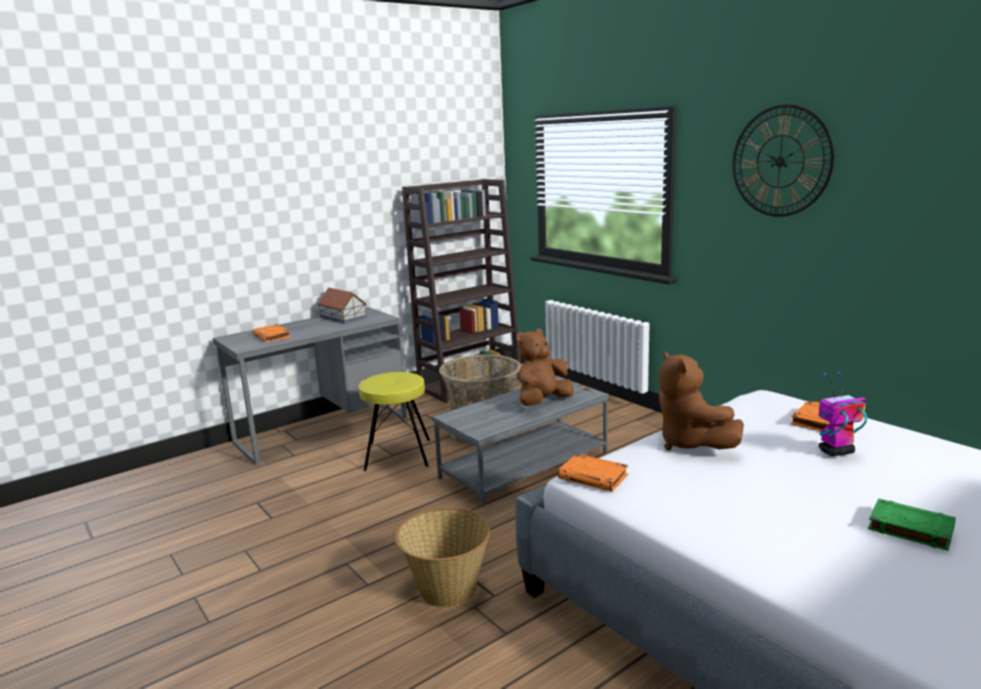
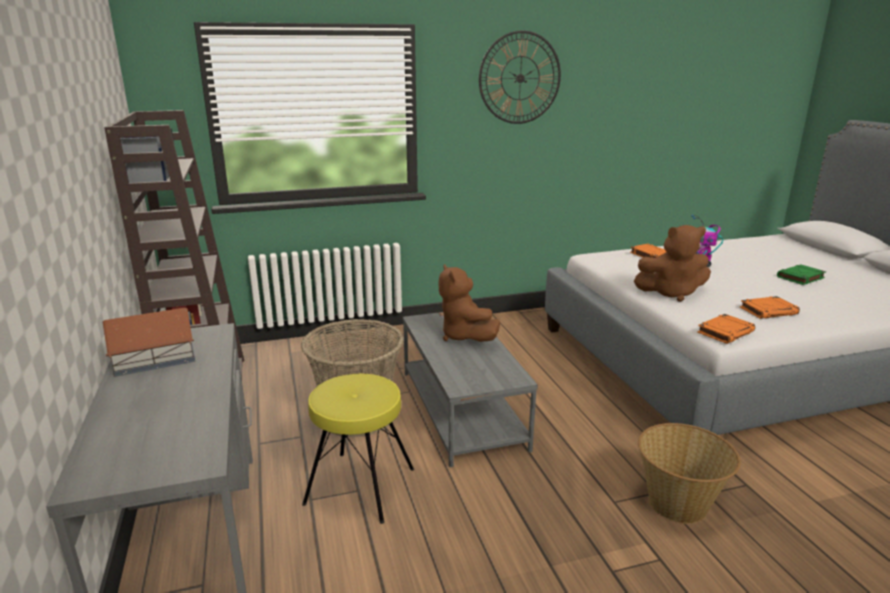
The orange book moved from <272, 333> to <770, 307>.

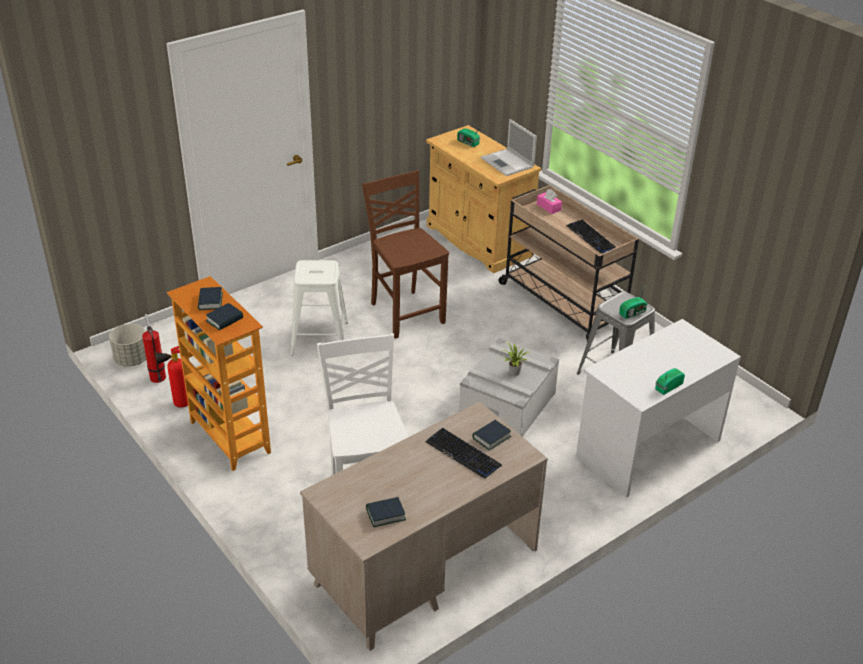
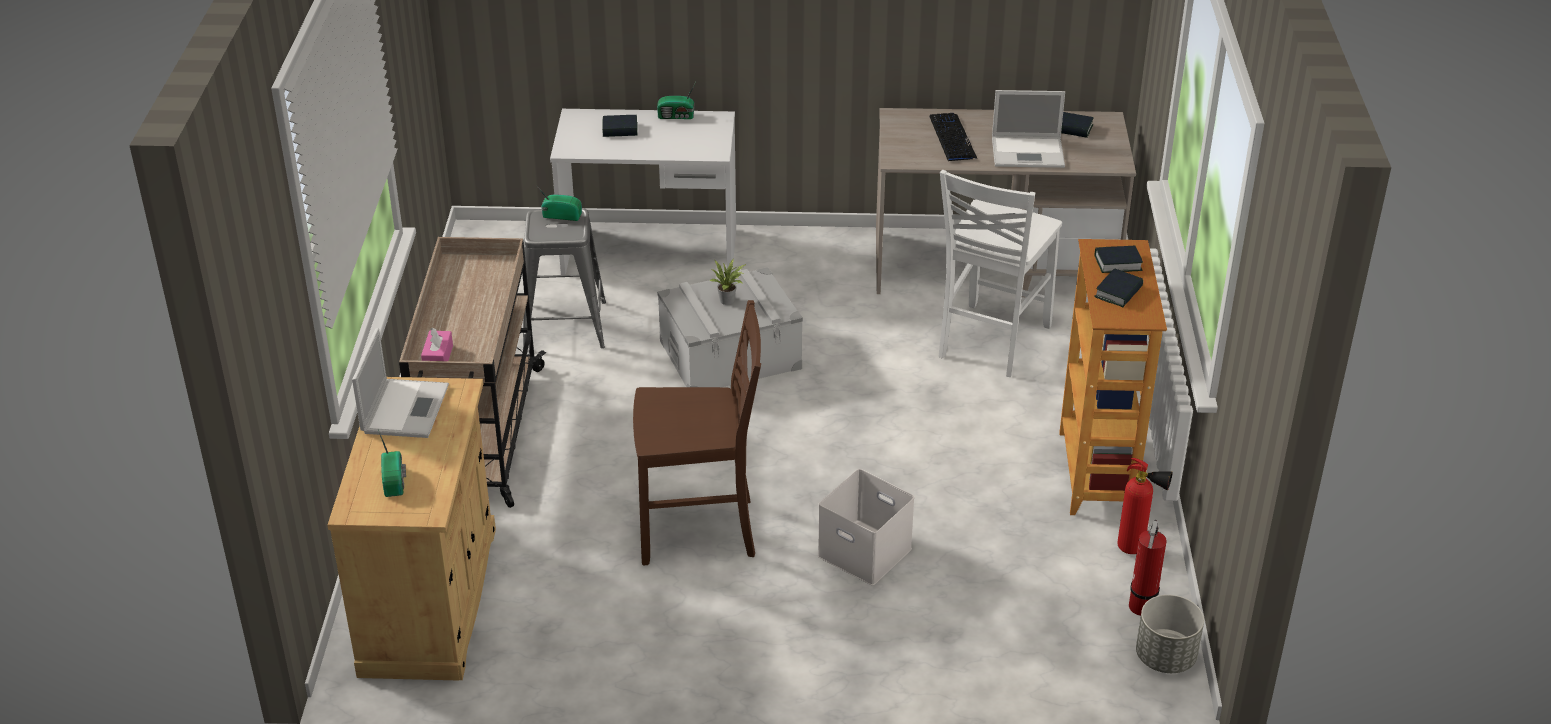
The keyboard at <591, 237> disappeared.
The laptop at <1028, 129> appeared.
The book moved from <492, 435> to <619, 126>.
The white stool at <319, 307> was replaced by the white storage box at <866, 527>.
The brown chair at <405, 254> turned 105 degrees counterclockwise.

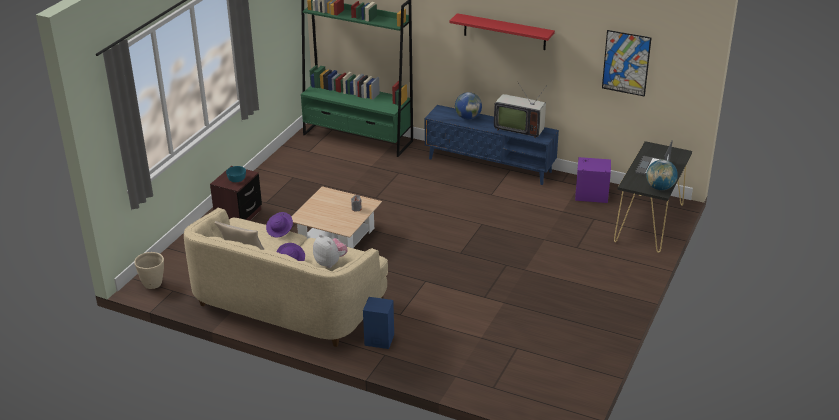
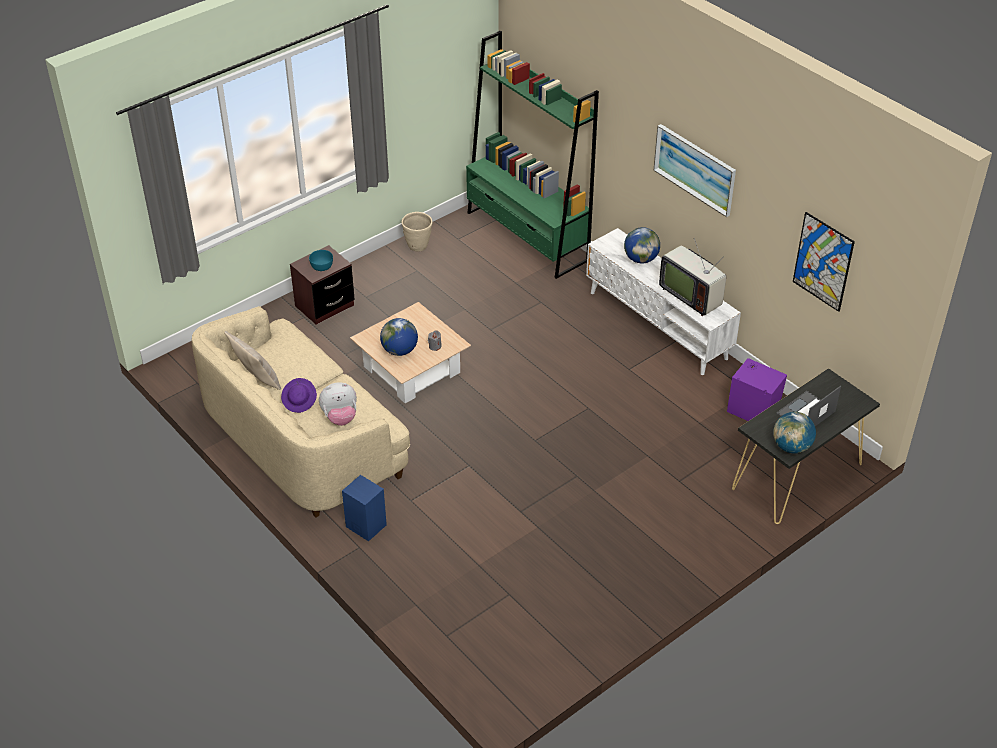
The purple hat at <279, 225> disappeared.
The globe at <399, 337> appeared.
The beige planter moved from <149, 270> to <417, 231>.
The red shelf at <502, 31> was replaced by the picture at <695, 170>.
The blue tv stand at <492, 145> became the white tv stand at <663, 301>.
The plush toy at <330, 251> turned 90 degrees clockwise.

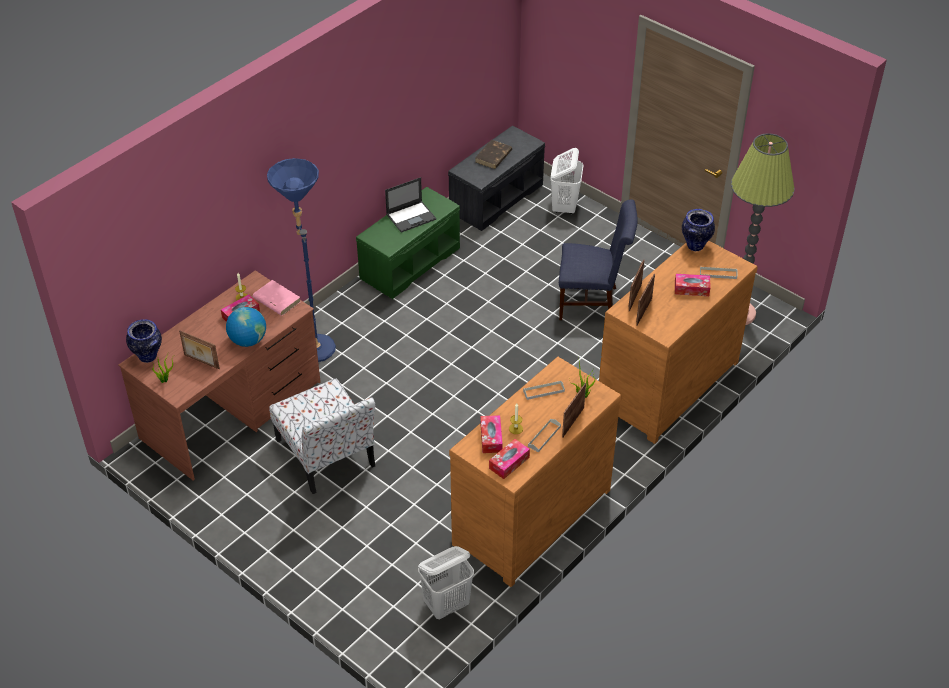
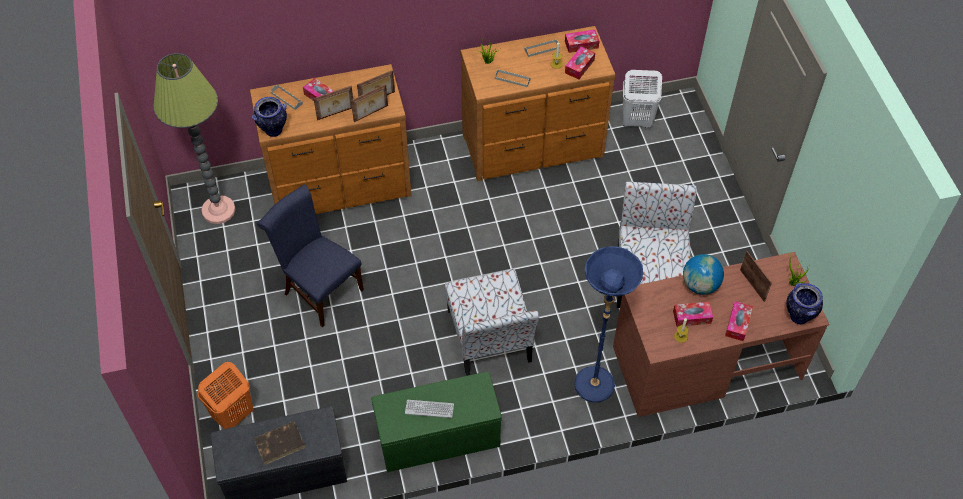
The pink book at <276, 298> disappeared.
The chair at <492, 322> appeared.
The tissue box at <739, 321> appeared.
The picture frame moved from <574, 410> to <333, 103>.
The laptop at <410, 205> was replaced by the keyboard at <429, 409>.
The white laundry basket at <567, 181> became the orange laundry basket at <225, 395>.

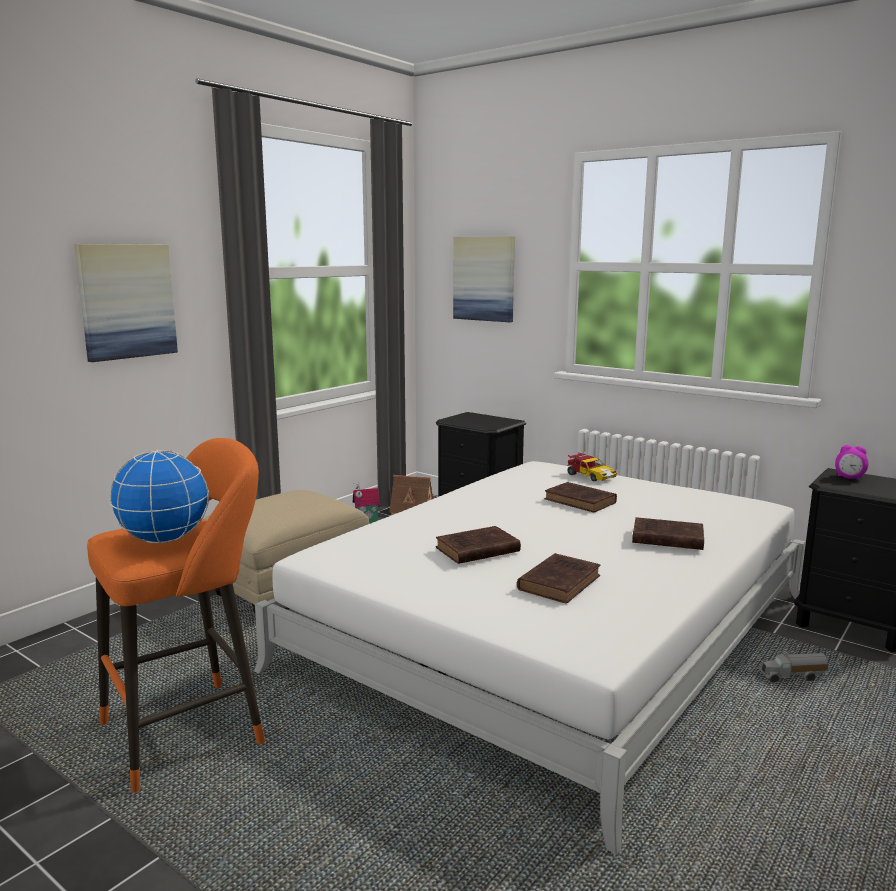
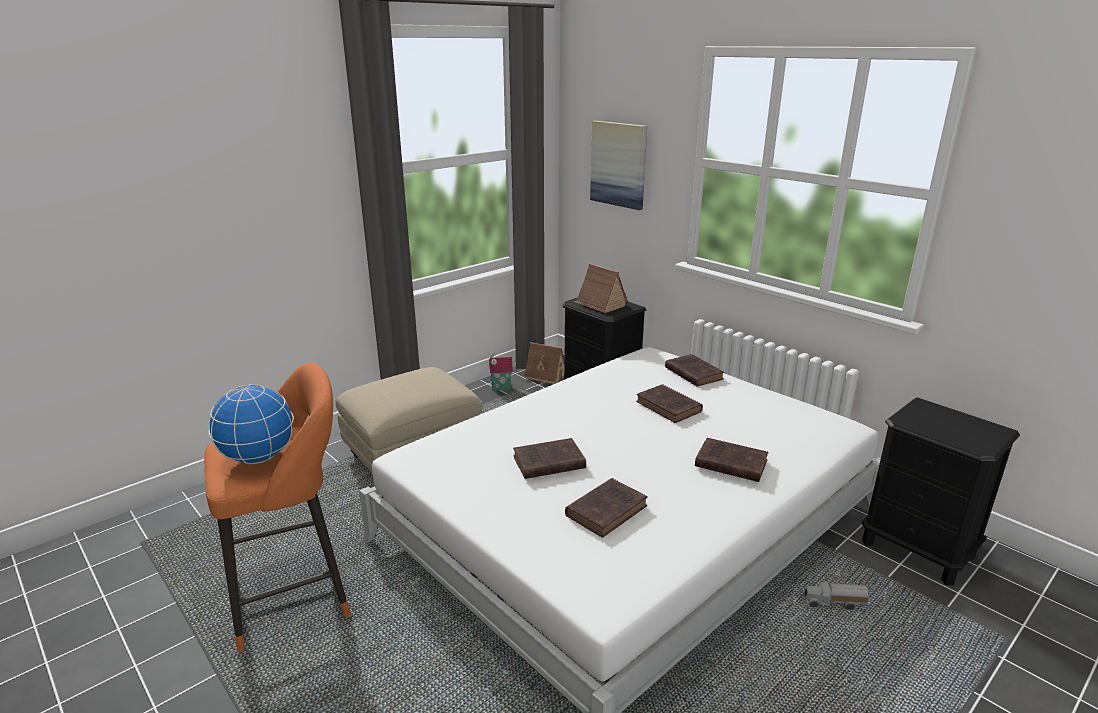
The picture at <126, 303> disappeared.
The alarm clock at <851, 462> disappeared.
The toy house at <601, 288> appeared.
The toy car at <592, 466> was replaced by the brown book at <694, 370>.

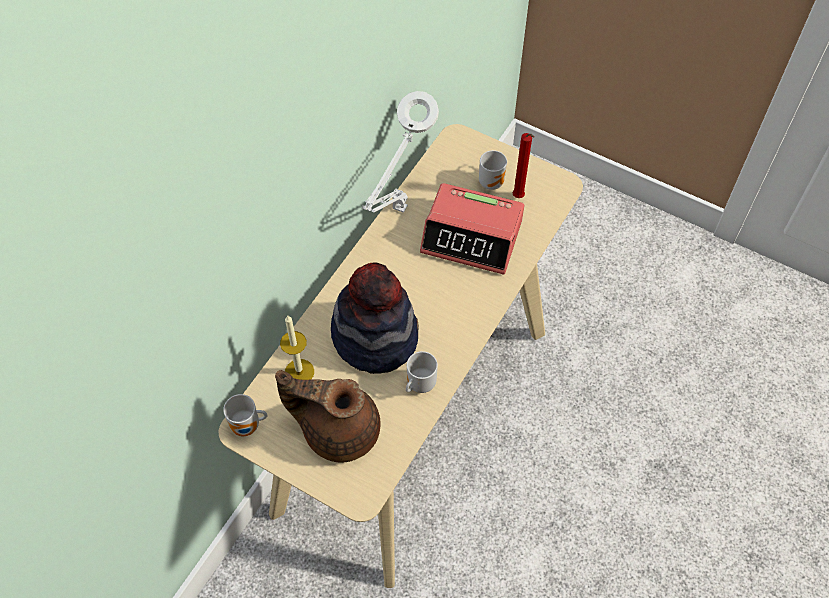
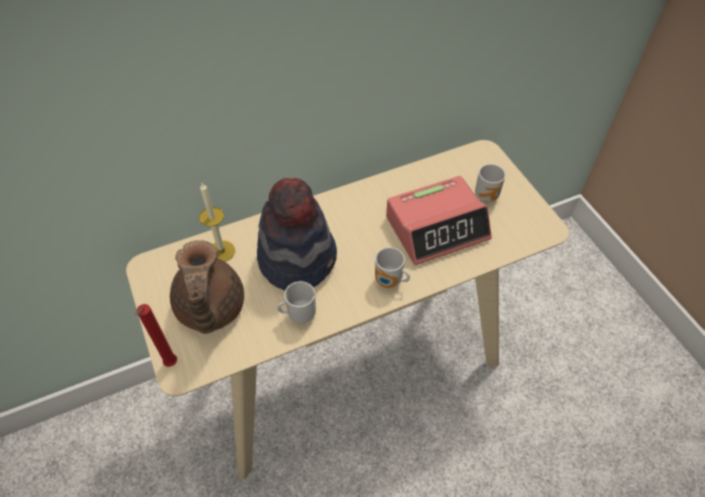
The white table lamp at <400, 152> disappeared.
The mug moved from <245, 415> to <392, 267>.
The red candle moved from <524, 165> to <156, 335>.
The brown teapot at <328, 416> turned 150 degrees counterclockwise.
The alarm clock at <472, 229> turned 75 degrees counterclockwise.

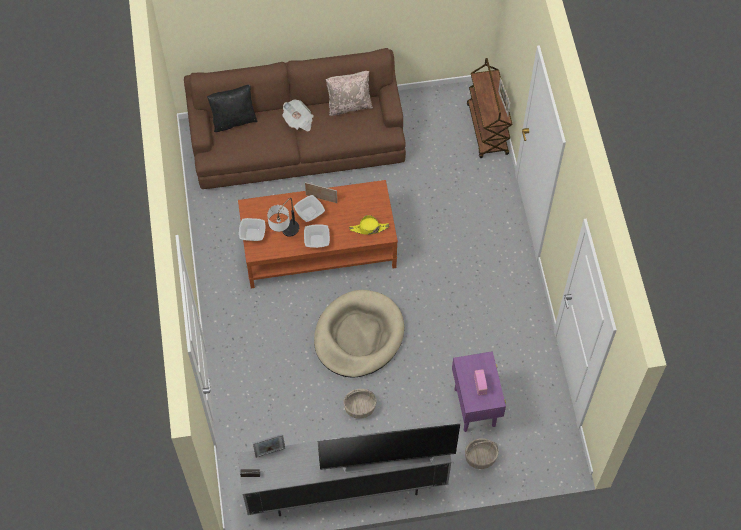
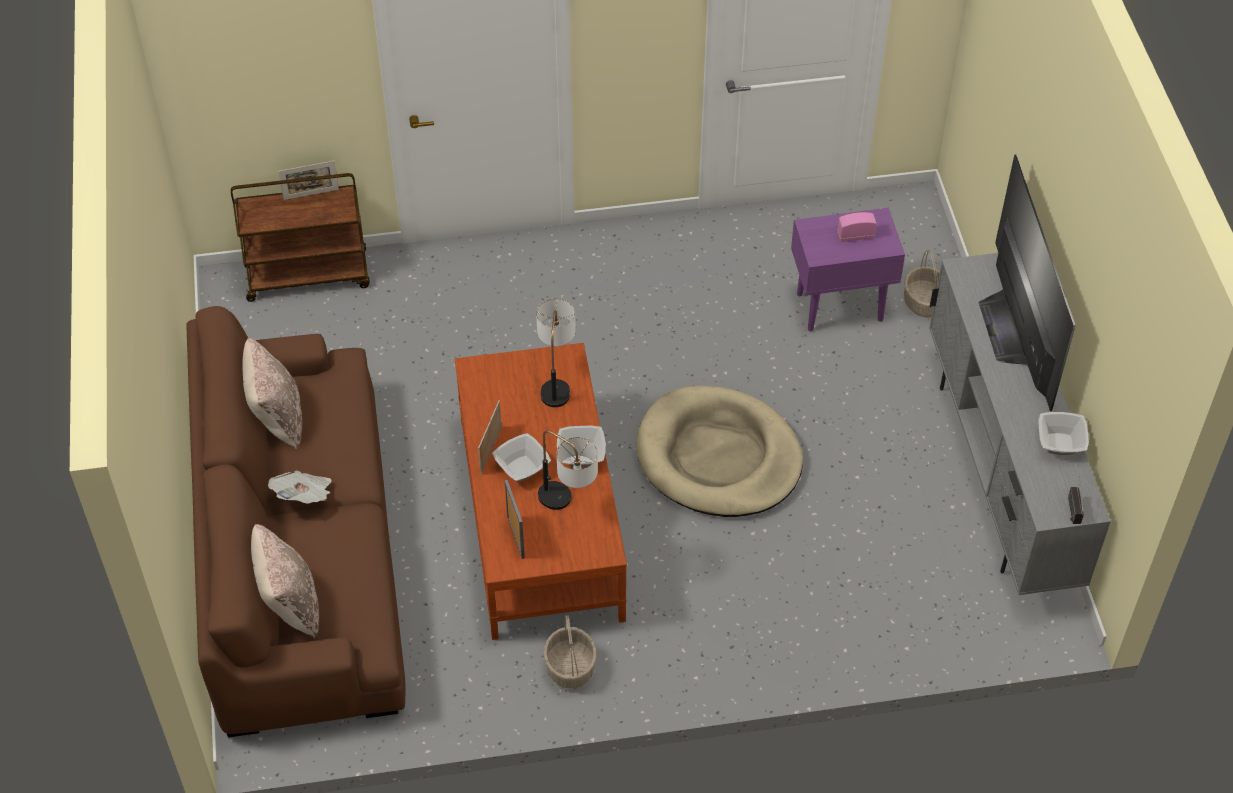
The bowl moved from <252, 229> to <1063, 433>.
The picture frame moved from <269, 446> to <515, 519>.
The basket moved from <360, 404> to <570, 652>.
The yellow hat at <369, 225> was replaced by the table lamp at <556, 352>.
The black pillow at <232, 108> became the beige pillow at <285, 581>.

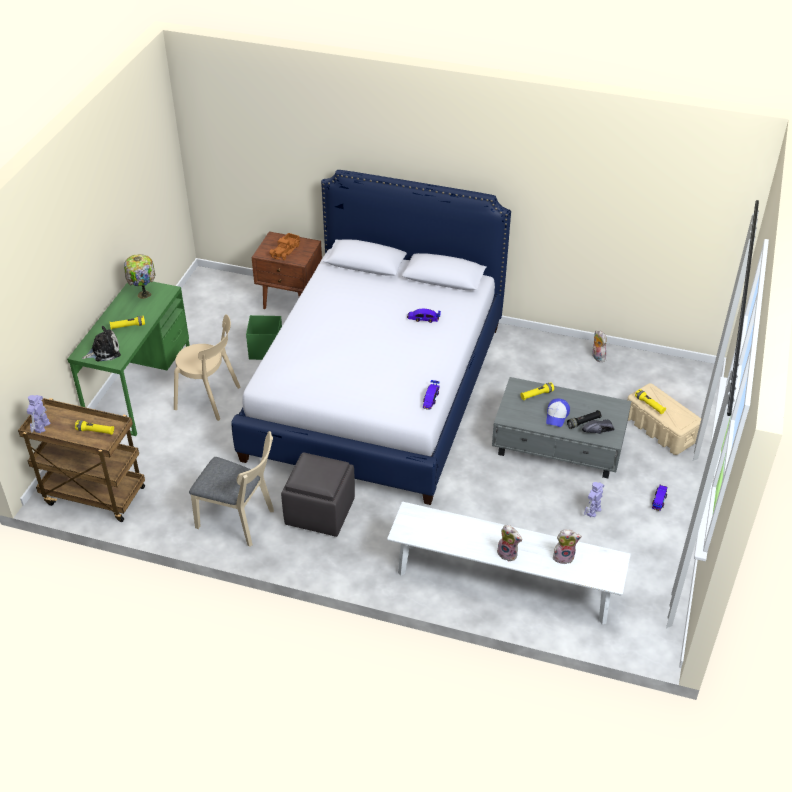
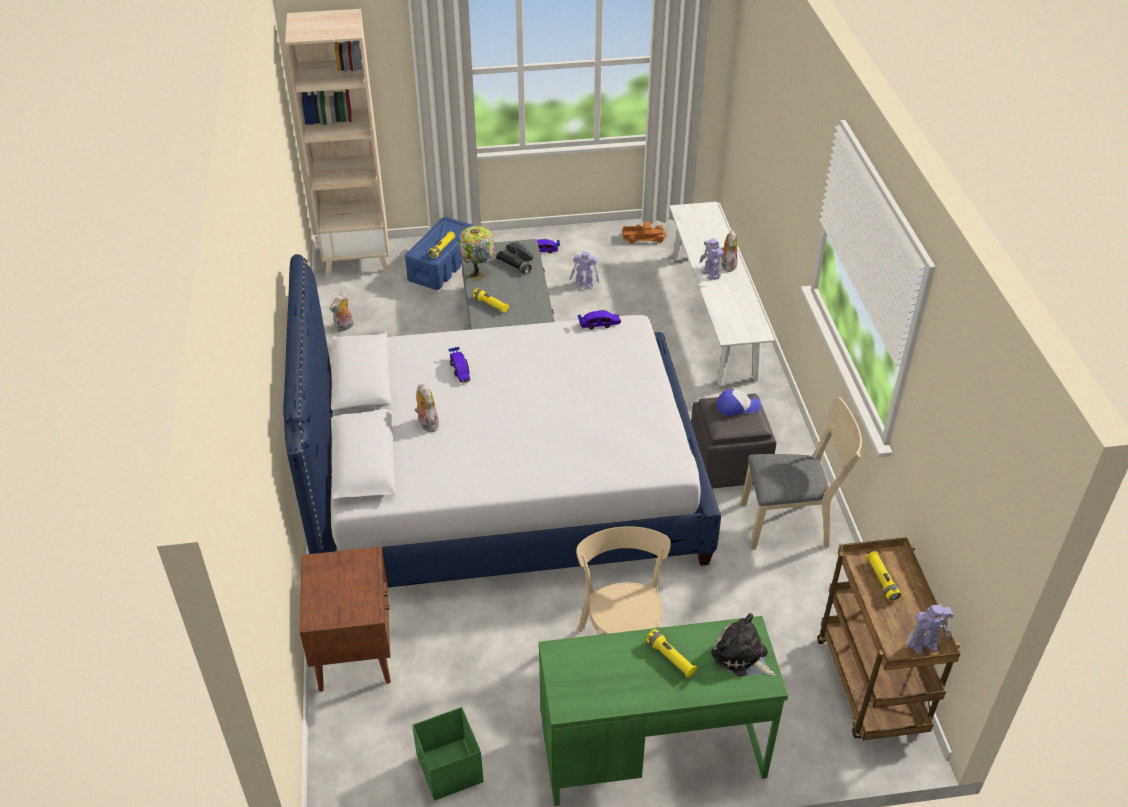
The beige bookcase at <337, 143> appeared.
The toy robot at <712, 259> appeared.
The table lamp moved from <139, 276> to <477, 253>.
The green storage box moved from <264, 337> to <448, 754>.
The toy truck moved from <284, 246> to <644, 233>.
The cap moved from <558, 412> to <739, 402>.
The plush toy moved from <567, 546> to <427, 408>.
The beige storage box at <664, 419> became the blue storage box at <439, 253>.
The beige chair at <231, 489> turned 90 degrees clockwise.

